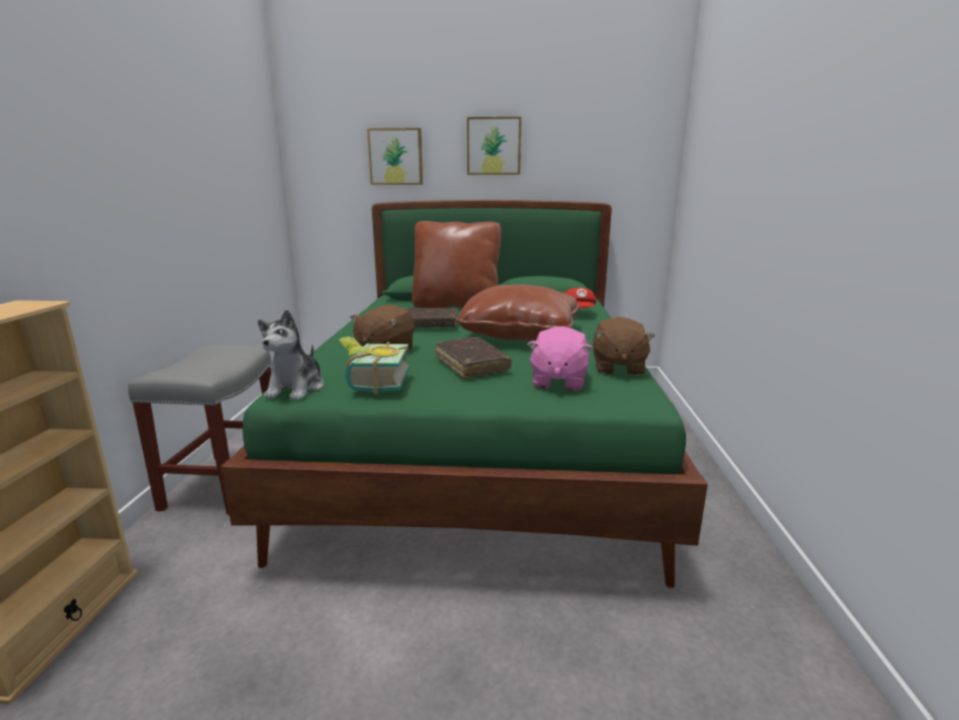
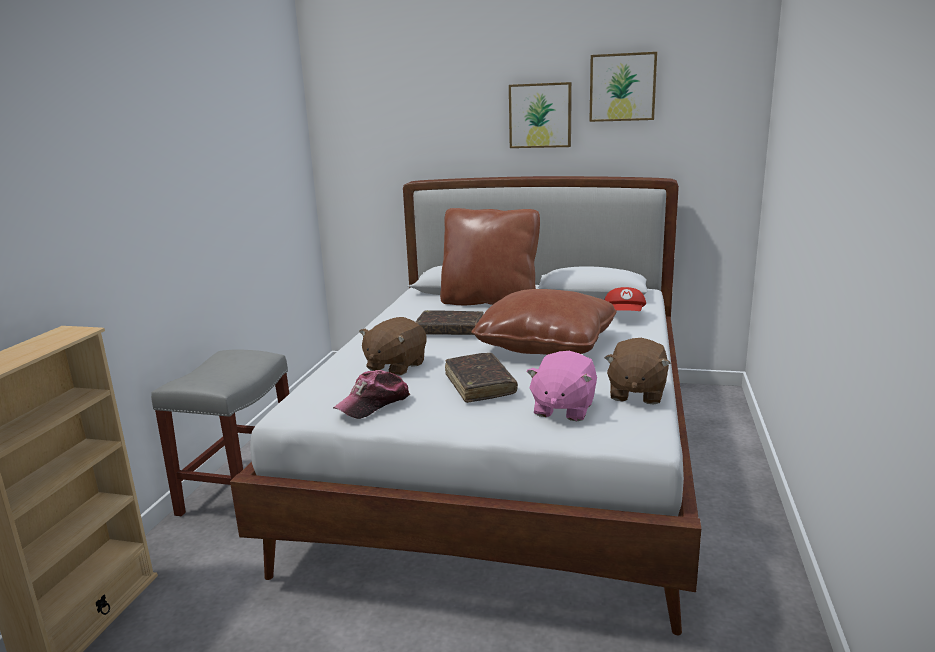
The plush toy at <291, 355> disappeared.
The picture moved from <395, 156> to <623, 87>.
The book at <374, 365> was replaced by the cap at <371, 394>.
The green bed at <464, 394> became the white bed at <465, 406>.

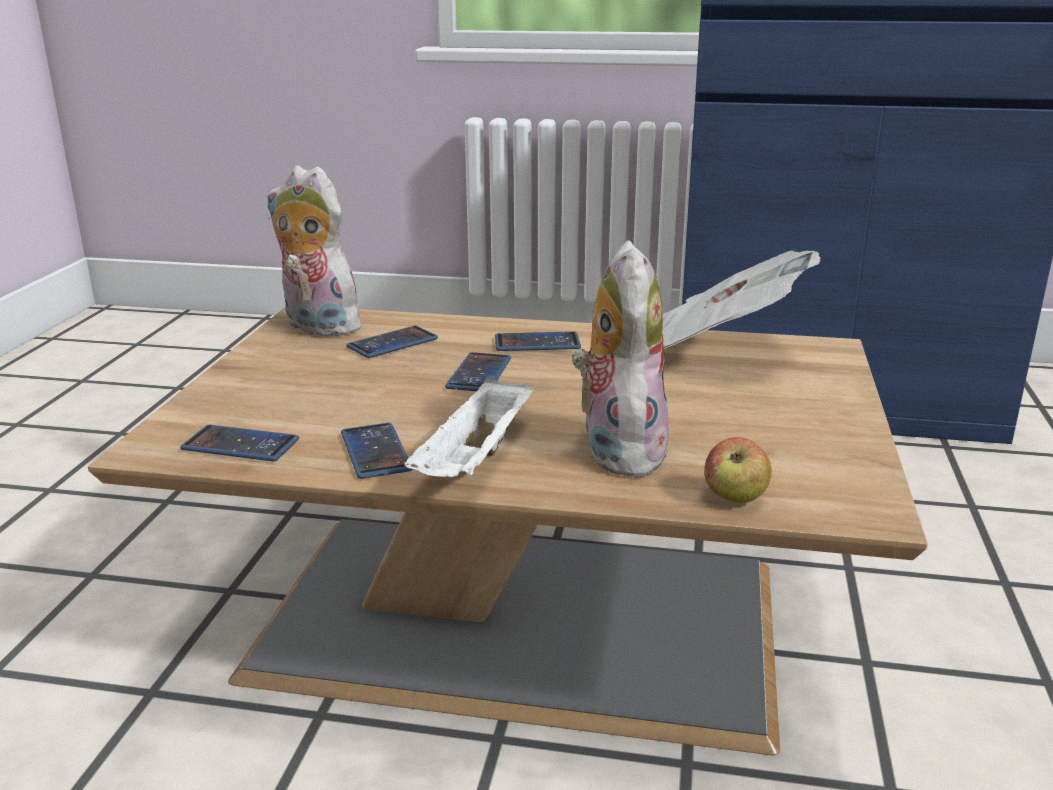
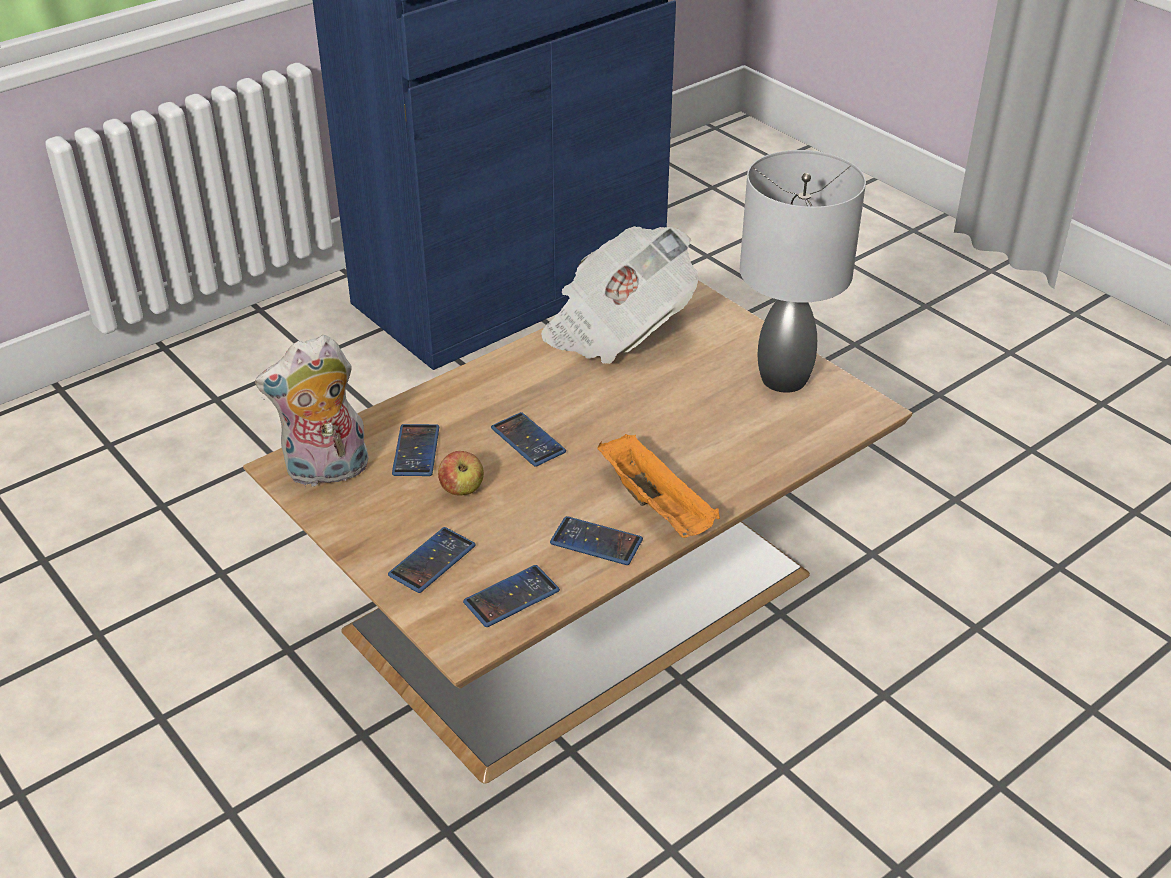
The plush toy at <621, 358> disappeared.
The grey table lamp at <803, 271> appeared.
The phone moved from <538, 341> to <432, 560>.
The apple moved from <738, 470> to <461, 473>.
The white tray at <469, 426> became the orange tray at <658, 486>.

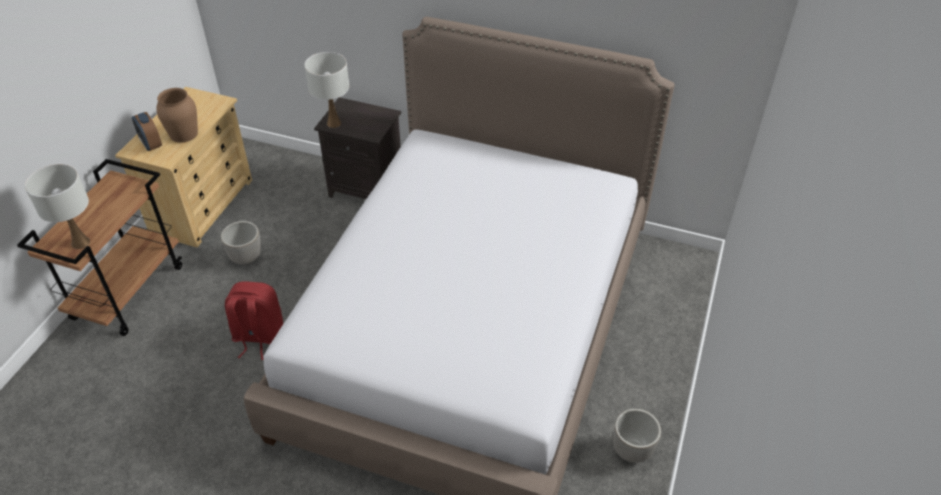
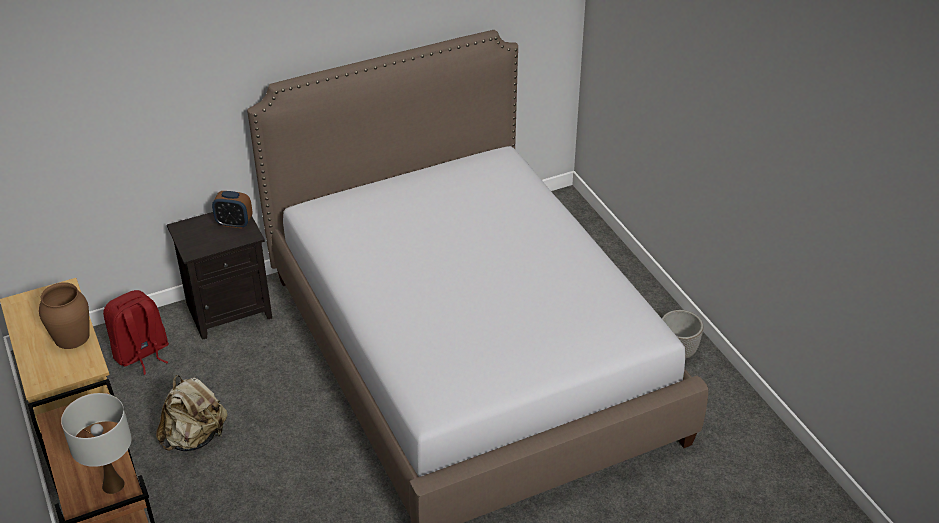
The white table lamp at <326, 90> disappeared.
The alarm clock moved from <147, 131> to <232, 209>.
The red backpack moved from <254, 320> to <136, 332>.
The planter at <241, 242> was replaced by the beige backpack at <191, 413>.

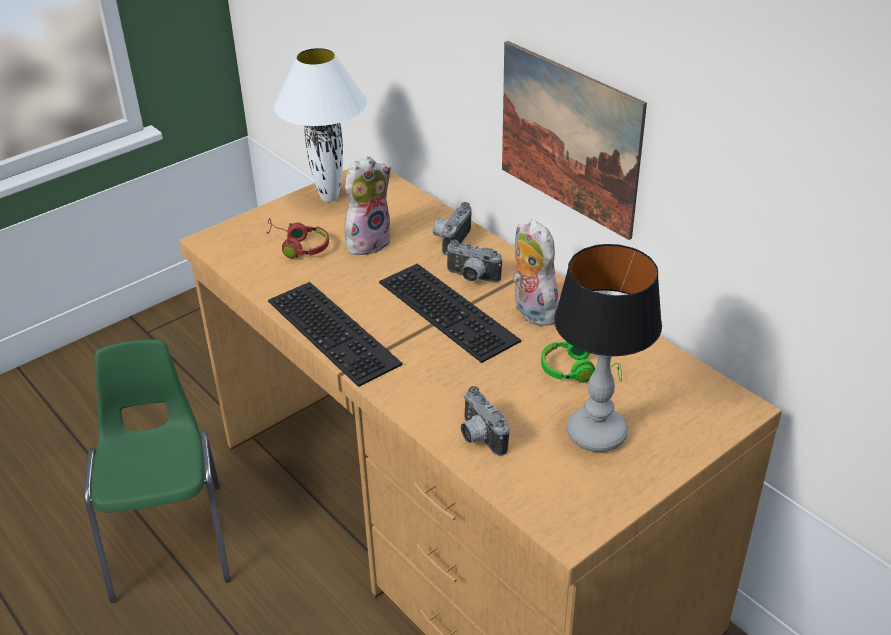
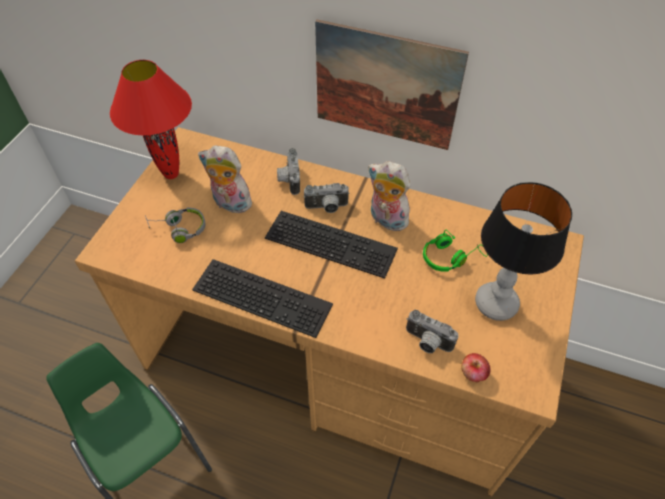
The apple at <476, 368> appeared.
The red headphones at <298, 238> became the grey headphones at <175, 225>.
The white table lamp at <320, 125> became the red table lamp at <151, 119>.
The plush toy at <368, 205> turned 90 degrees counterclockwise.

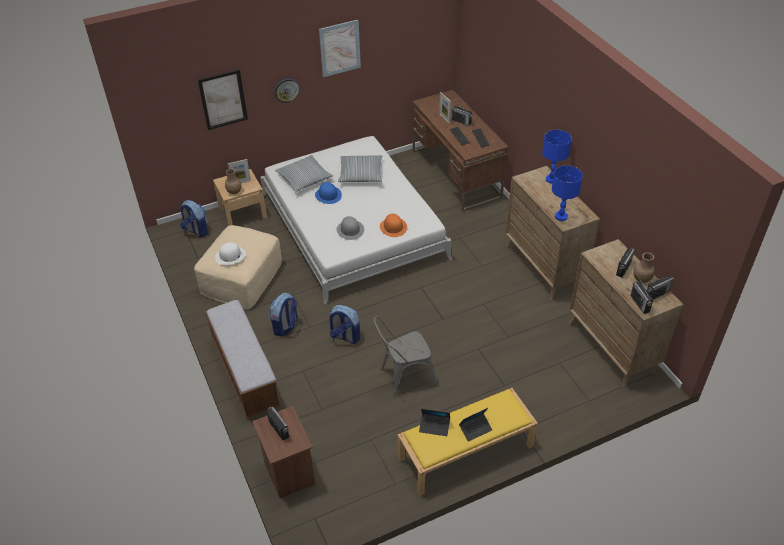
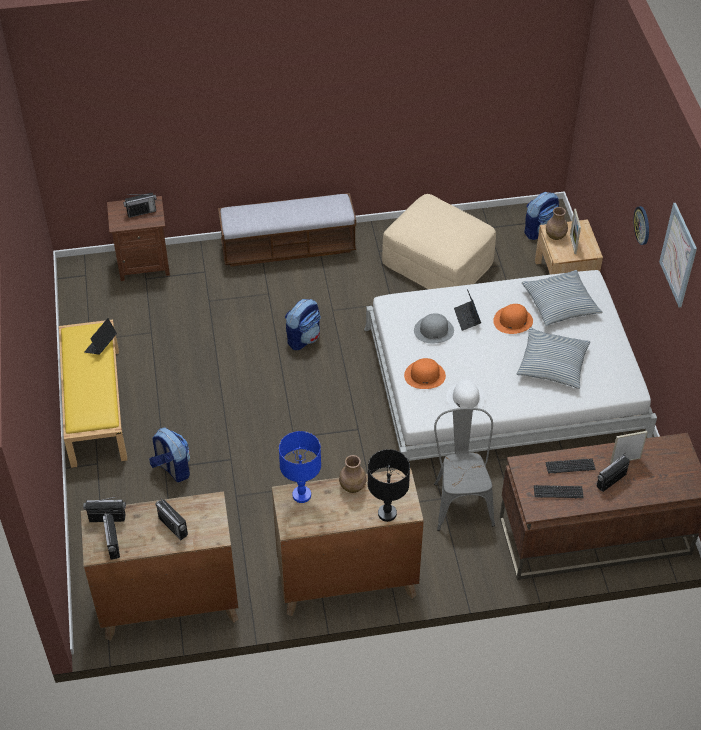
The picture at <223, 99> disappeared.
The white hat moved from <230, 253> to <466, 396>.
The backpack moved from <283, 314> to <169, 454>.
The grey chair moved from <405, 356> to <464, 469>.
The laptop moved from <475, 425> to <467, 310>.
The brown vase moved from <644, 268> to <353, 474>.
The blue hat at <328, 193> became the orange hat at <513, 319>.
The blue table lamp at <557, 157> became the black table lamp at <389, 485>.

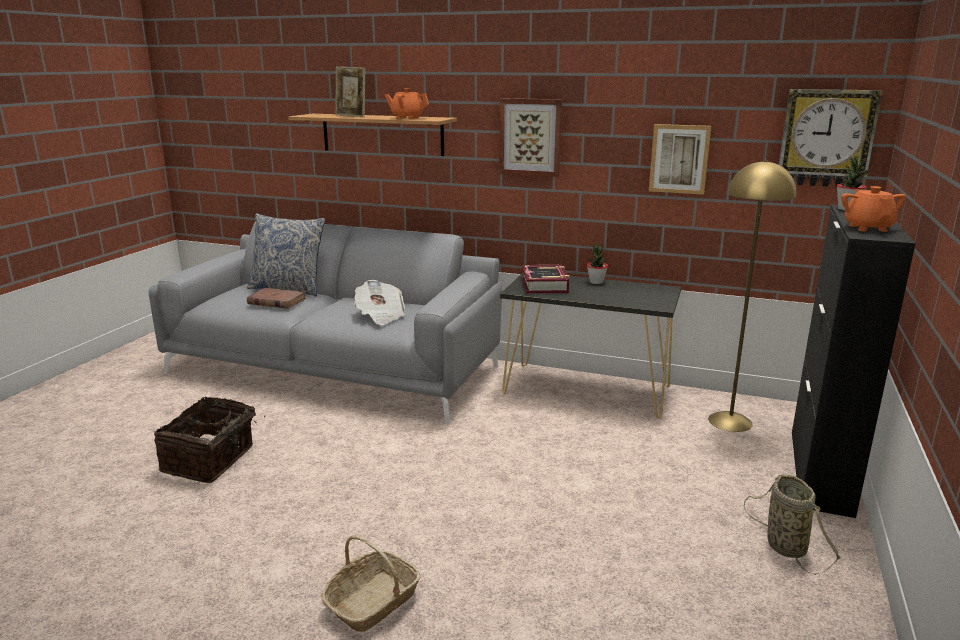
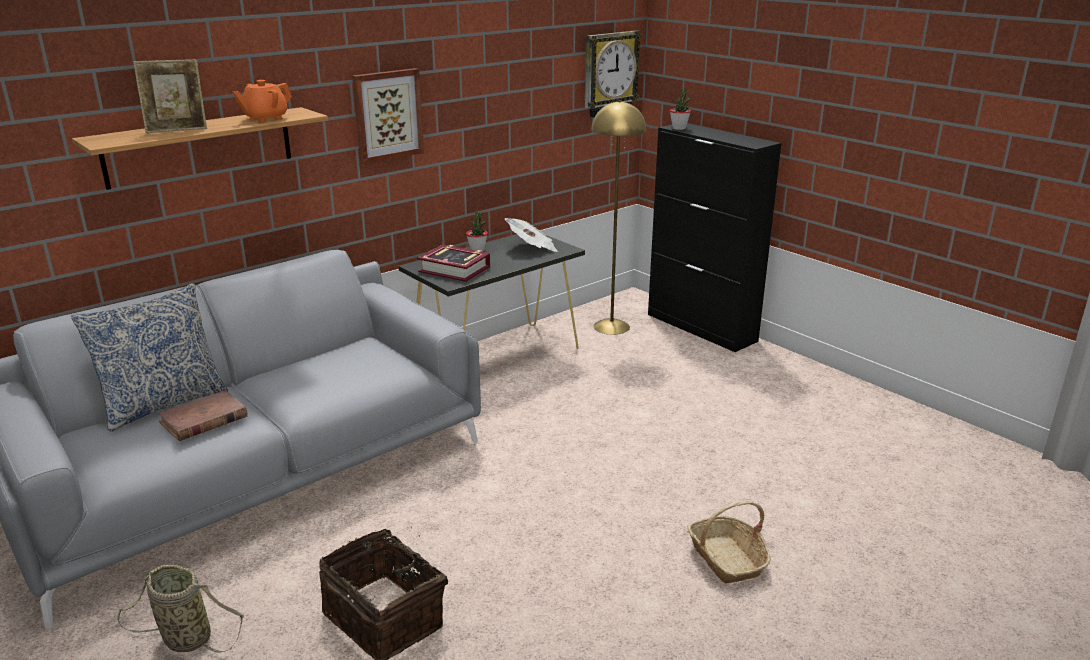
The picture at <680, 159> disappeared.
The orange teapot at <874, 209> disappeared.
The newspaper moved from <379, 302> to <531, 235>.
The basket moved from <792, 525> to <180, 609>.

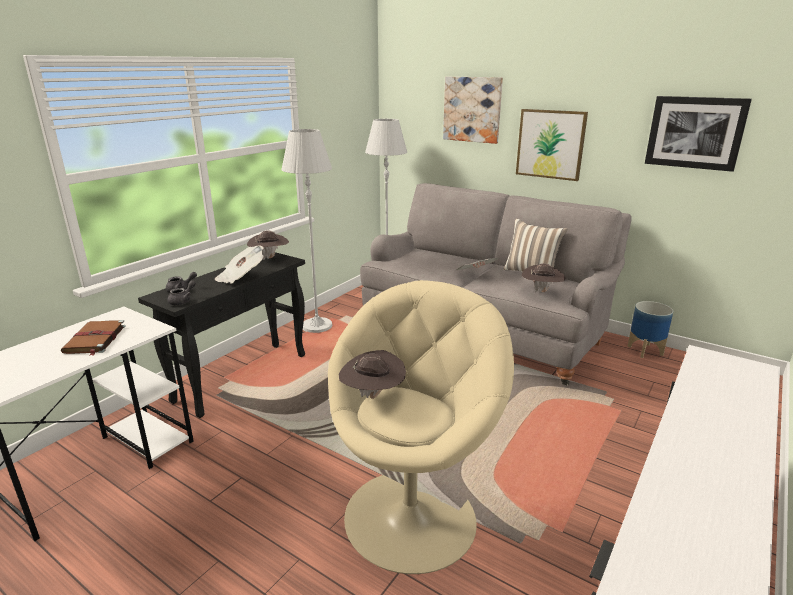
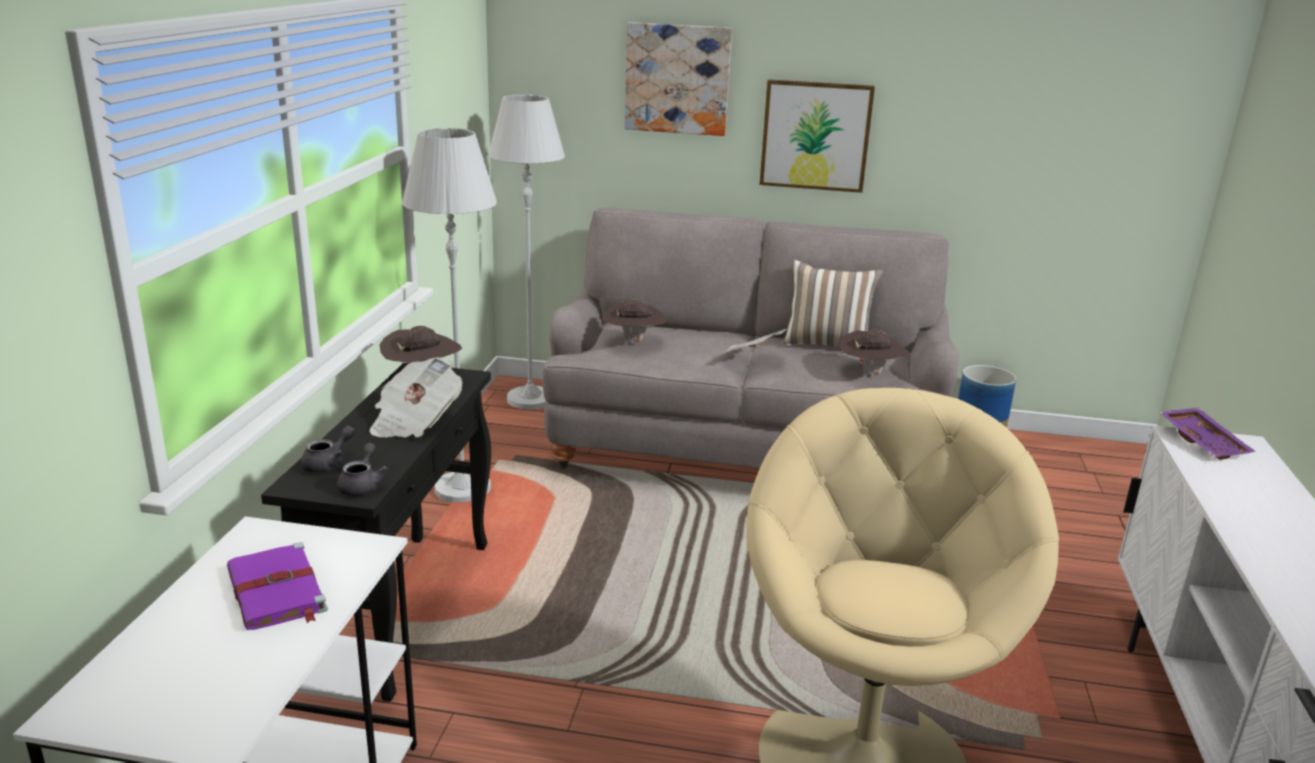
The picture at <698, 134> disappeared.
The purple tray at <1208, 434> appeared.
The brown hat moved from <372, 374> to <635, 321>.
The brown book at <93, 338> became the purple book at <277, 586>.

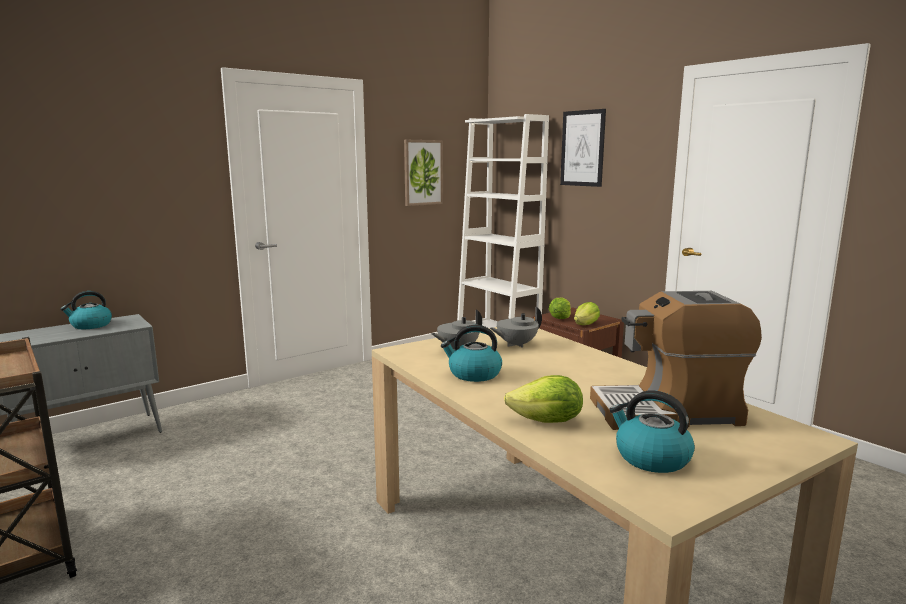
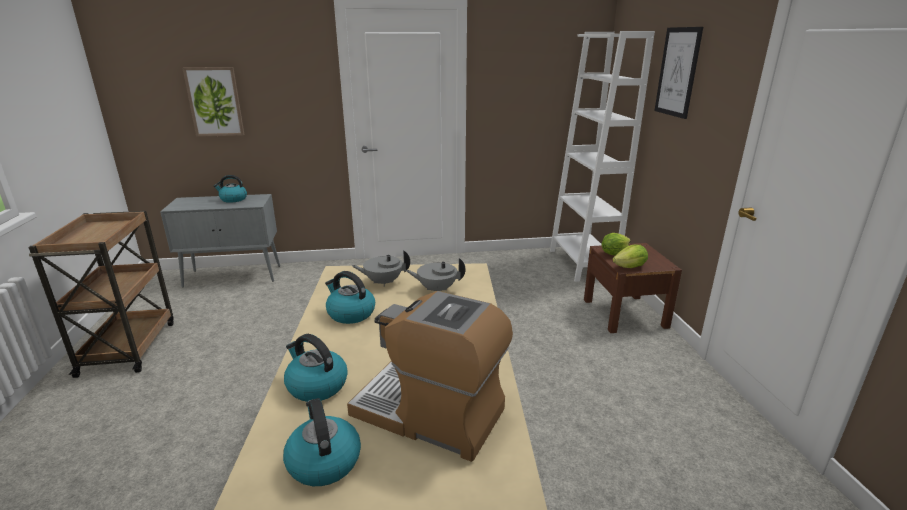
The picture moved from <423, 173> to <213, 102>.
The lettuce at <543, 399> was replaced by the kettle at <316, 367>.

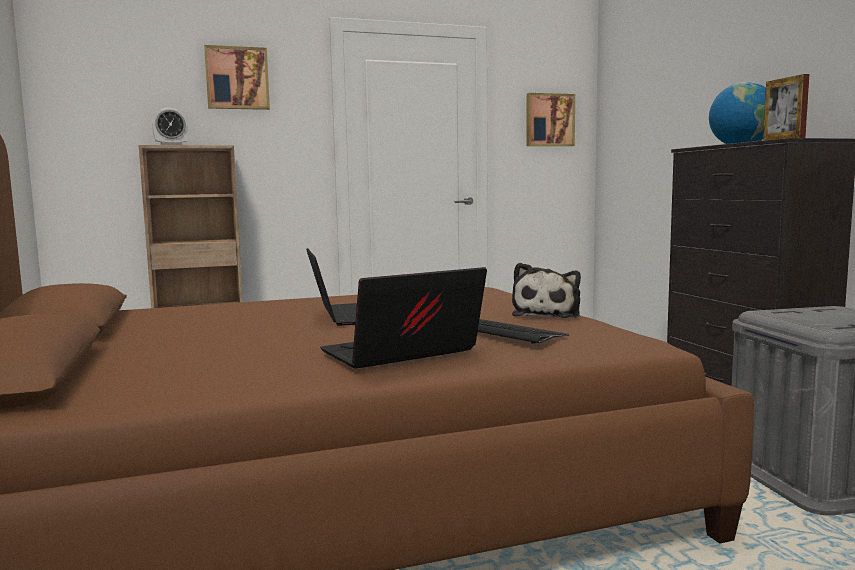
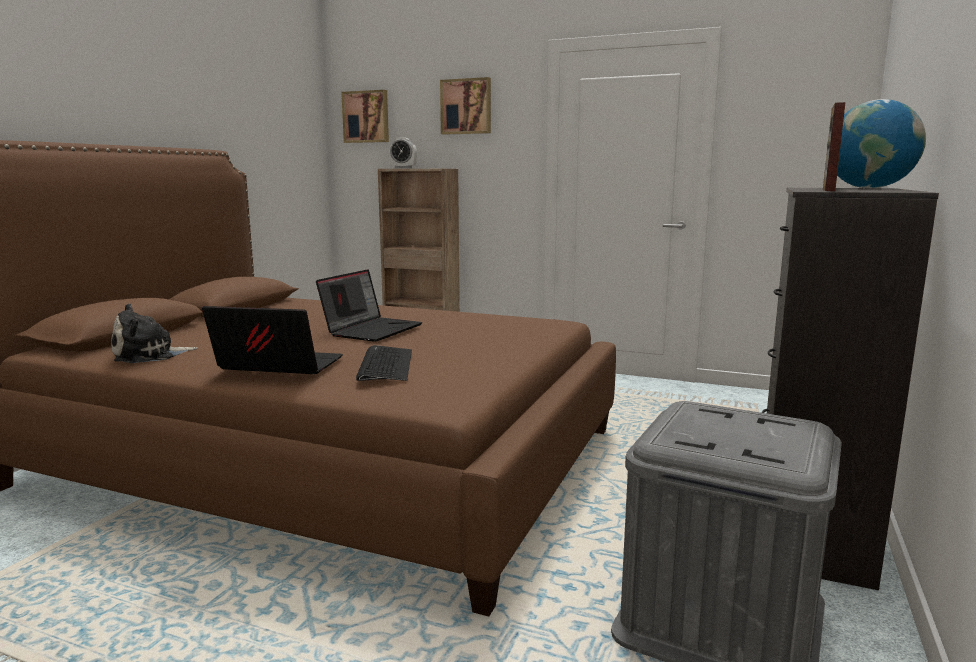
The plush toy moved from <546, 290> to <154, 333>.
The picture moved from <550, 119> to <365, 116>.

